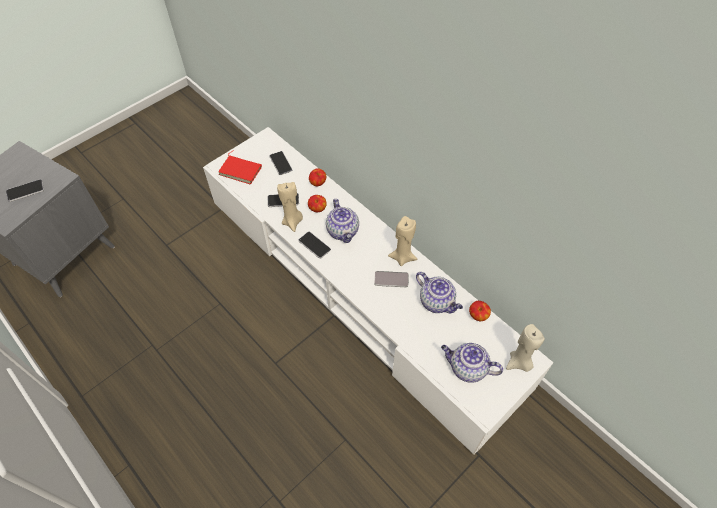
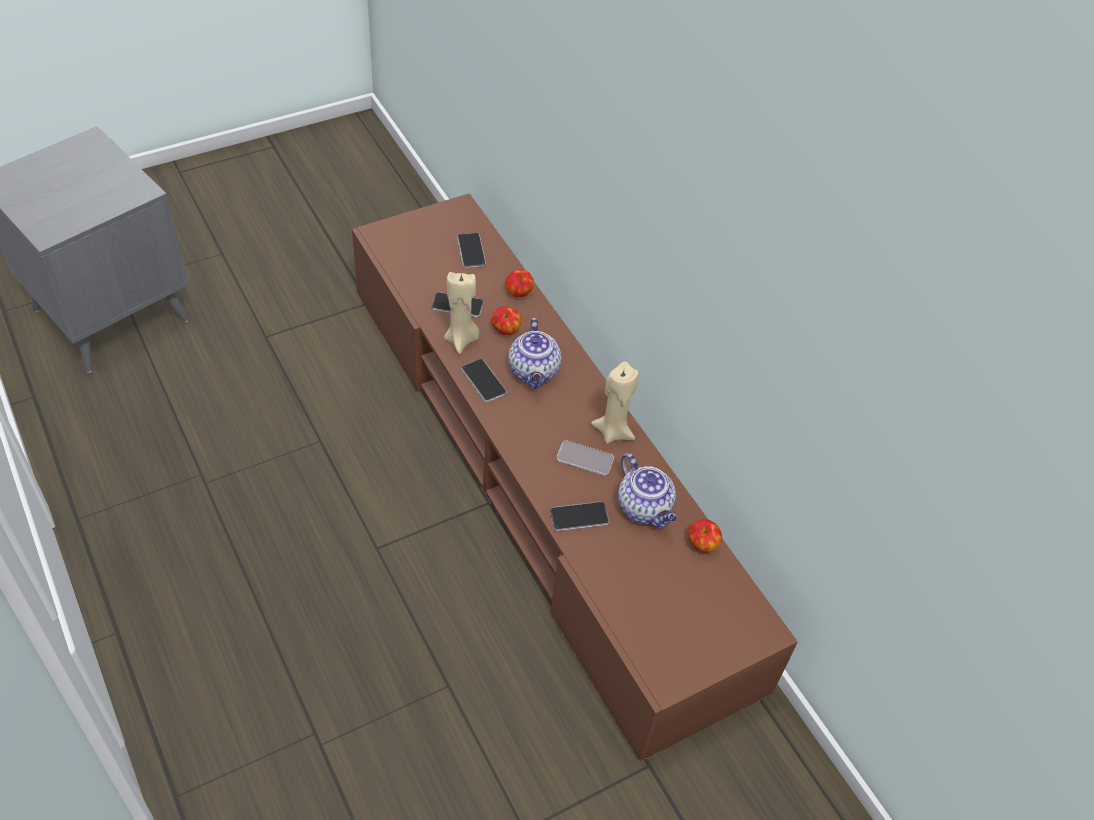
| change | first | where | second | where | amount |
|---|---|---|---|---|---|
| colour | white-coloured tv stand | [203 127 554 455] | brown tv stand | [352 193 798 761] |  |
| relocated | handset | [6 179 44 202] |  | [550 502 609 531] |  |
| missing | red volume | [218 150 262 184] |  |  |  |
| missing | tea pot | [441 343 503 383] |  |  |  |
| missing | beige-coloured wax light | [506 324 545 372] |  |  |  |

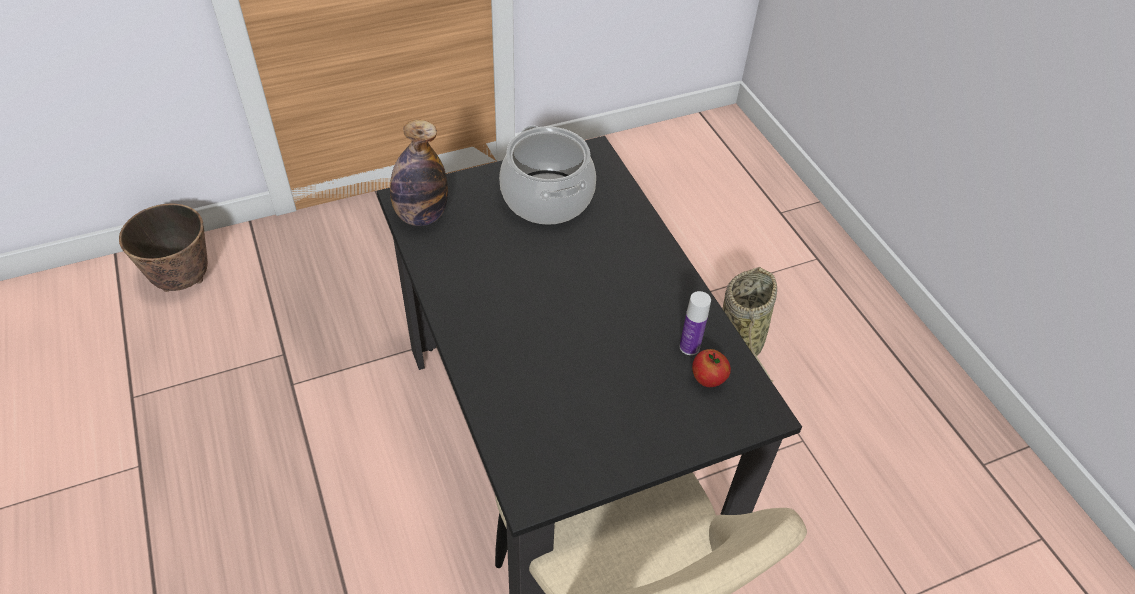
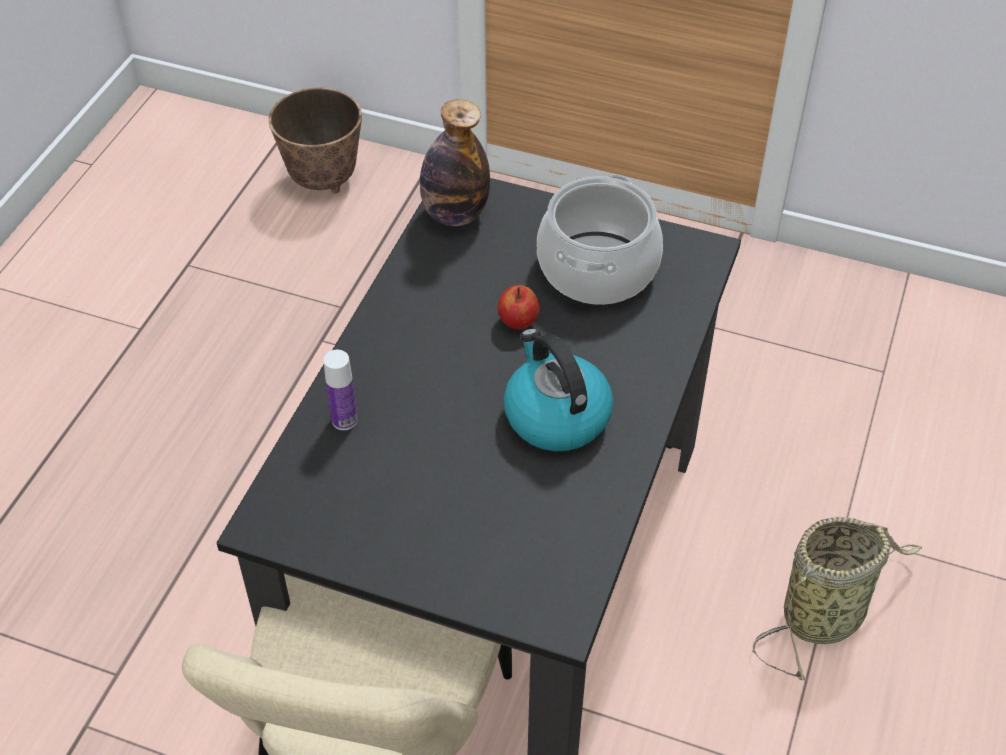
| change | first | where | second | where | amount |
|---|---|---|---|---|---|
| relocated | drink bottle | [680 291 711 355] |  | [323 350 357 430] |  |
| relocated | apple | [692 349 731 387] |  | [498 285 539 329] |  |
| appeared |  |  | tea kettle | [503 329 613 451] |  |

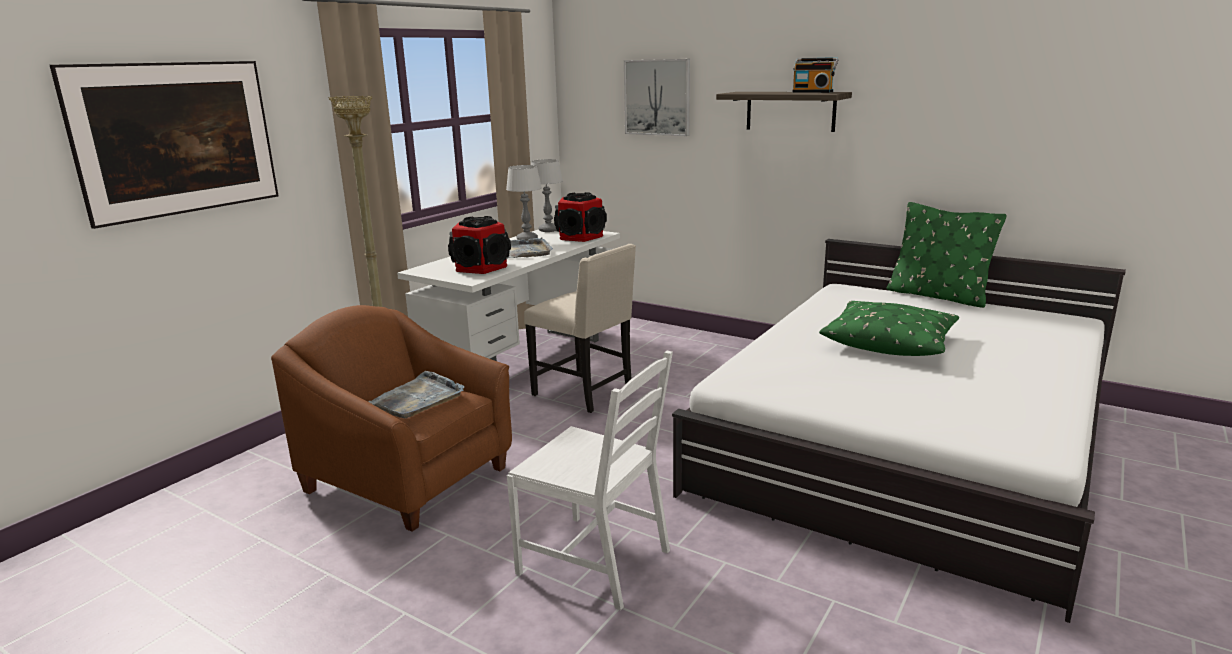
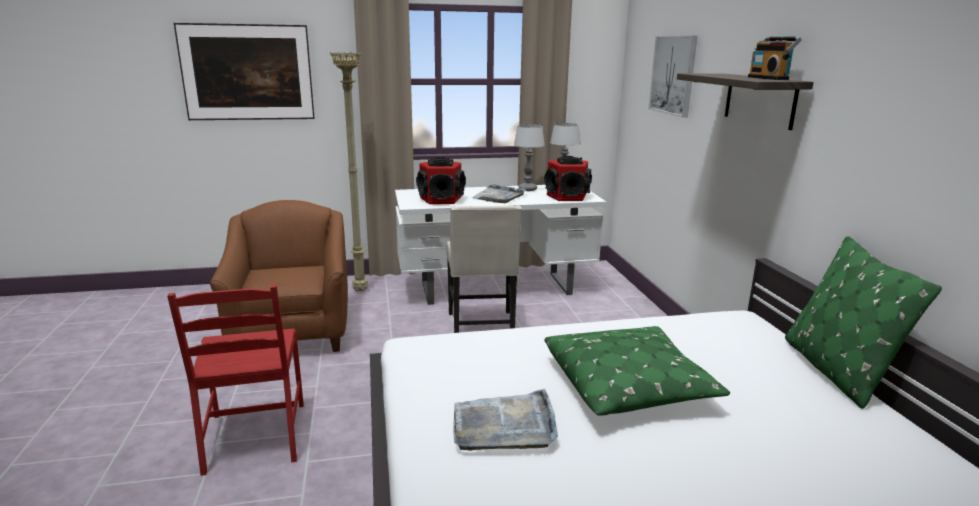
| change | first | where | second | where | amount |
|---|---|---|---|---|---|
| colour | white-coloured upright chair | [507 351 673 611] | red upright chair | [167 285 304 476] |  |
| relocated | gray serving tray | [368 371 464 418] |  | [453 389 558 451] |  |

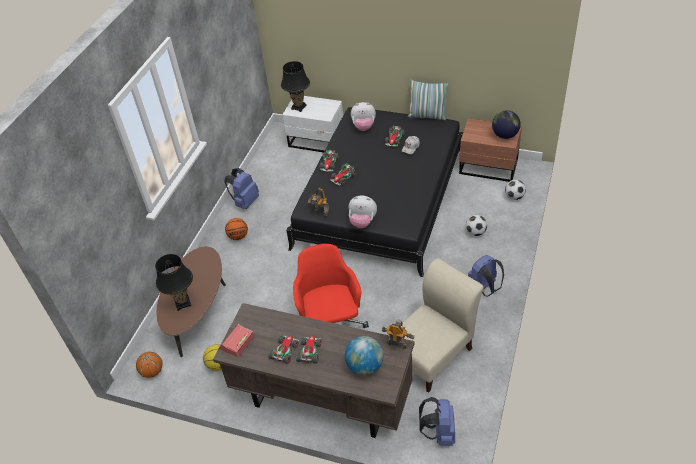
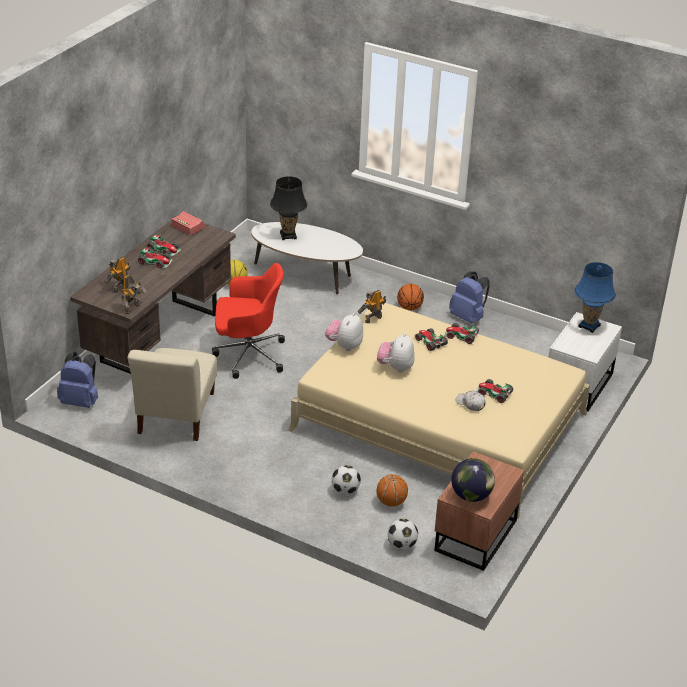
| change | first | where | second | where | amount |
|---|---|---|---|---|---|
| exchanged | world globe | [345 336 383 375] | model robot | [104 257 130 293] |  |
| spun | beige-coloured upright chair | [389 258 484 393] |  | [127 348 217 441] | 45 degrees clockwise |
| colour | brown low table | [156 246 226 357] | white-coloured low table | [251 222 363 294] |  |
| colour | black-coloured bed | [286 107 463 277] | beige-coloured bed | [288 303 590 519] |  |
| relocated | cuddly toy | [351 102 376 131] |  | [377 333 415 373] |  |
| relocated | ball for basketball | [136 352 162 378] |  | [377 475 408 507] |  |
| colour | black-coloured table lamp | [281 61 310 112] | bluish table lamp | [574 262 616 333] |  |
| missing | pillow | [407 80 448 120] |  |  |  |
| missing | bluish rucksack | [468 255 504 297] |  |  |  |

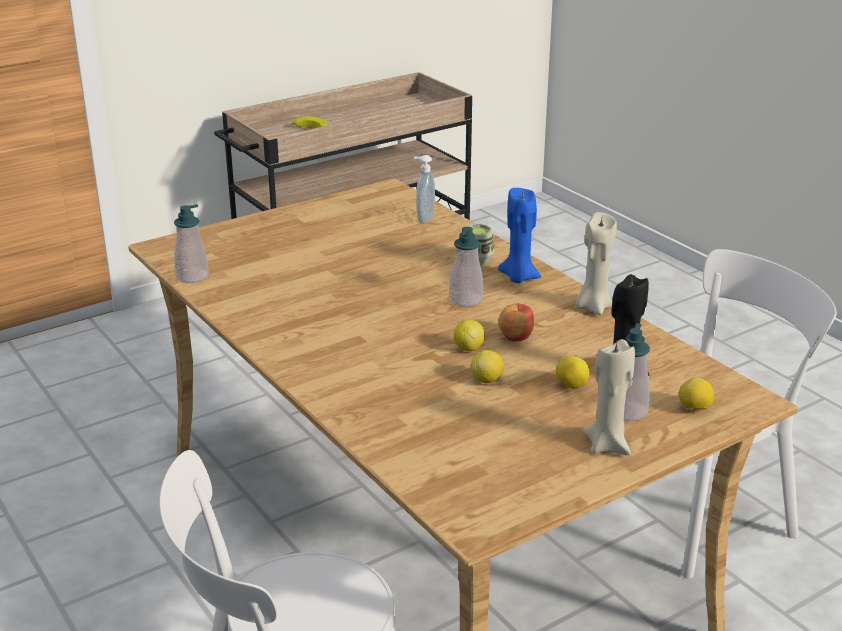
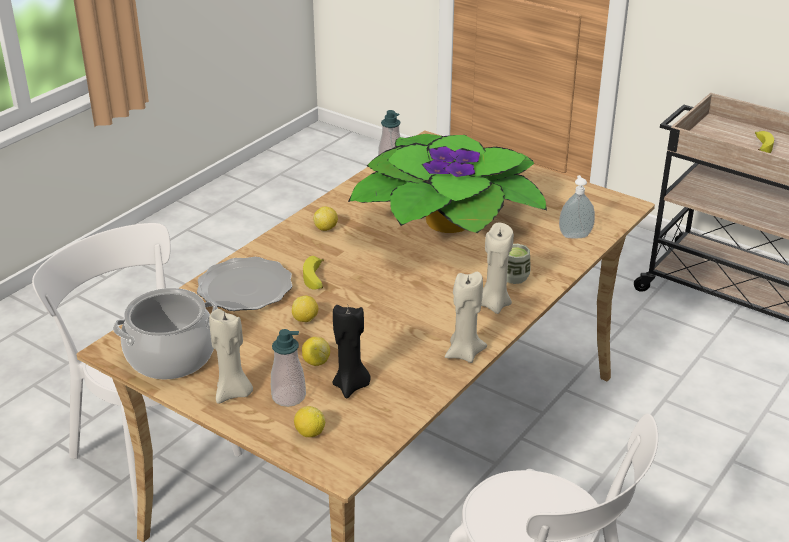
| change | first | where | second | where | amount |
|---|---|---|---|---|---|
| appeared |  |  | saucepot | [113 288 218 380] |  |
| appeared |  |  | dinner plate | [197 257 292 311] |  |
| appeared |  |  | banana fruit | [303 256 324 290] |  |
| relocated | lemon | [454 319 485 351] |  | [314 207 338 231] |  |
| appeared |  |  | houseplant | [348 134 547 233] |  |
| colour | bluish wax light | [498 188 541 283] | beige-coloured wax light | [481 223 514 314] |  |
| missing | soap bottle | [449 227 483 307] |  |  |  |
| missing | apple | [498 303 534 342] |  |  |  |

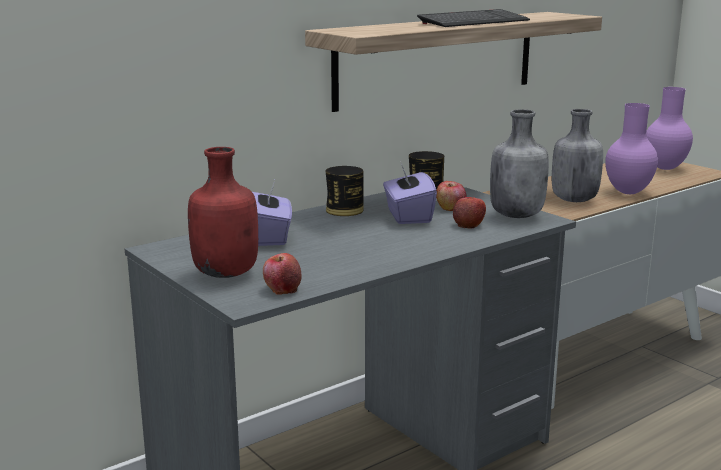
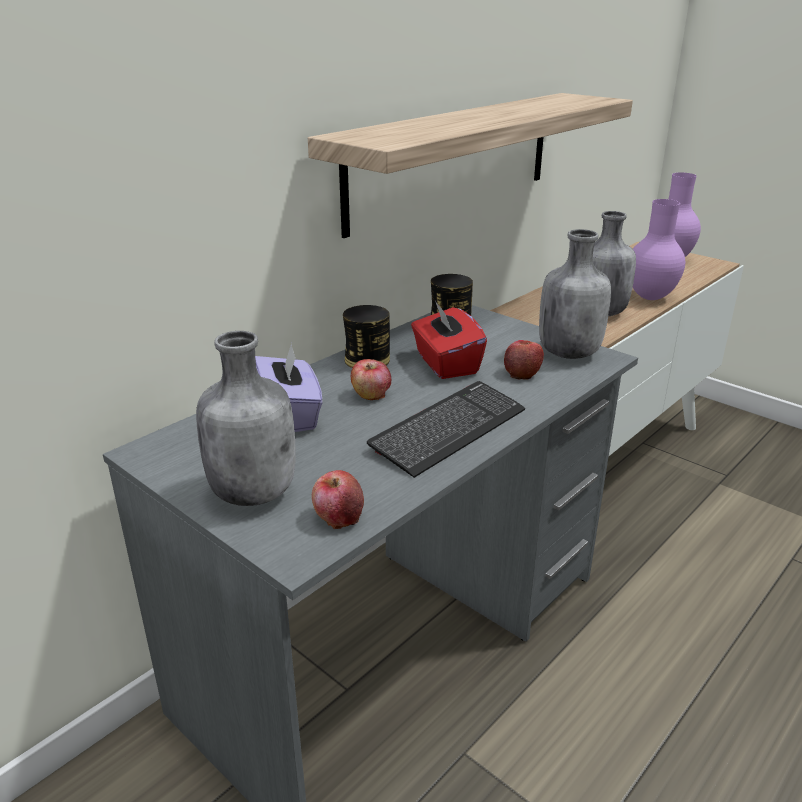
| change | first | where | second | where | amount |
|---|---|---|---|---|---|
| colour | red drink bottle | [188 147 258 278] | gray drink bottle | [196 331 296 506] |  |
| relocated | apple | [436 181 467 211] |  | [350 359 391 400] |  |
| relocated | PC keyboard | [417 9 530 27] |  | [367 381 525 478] |  |
| colour | purplish tissue holder | [383 164 437 224] | red tissue holder | [411 301 487 379] |  |

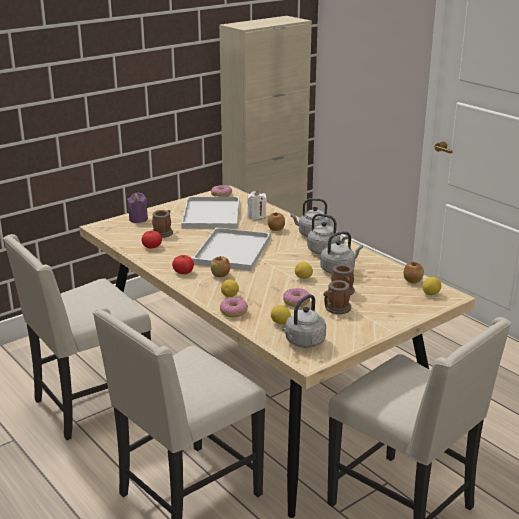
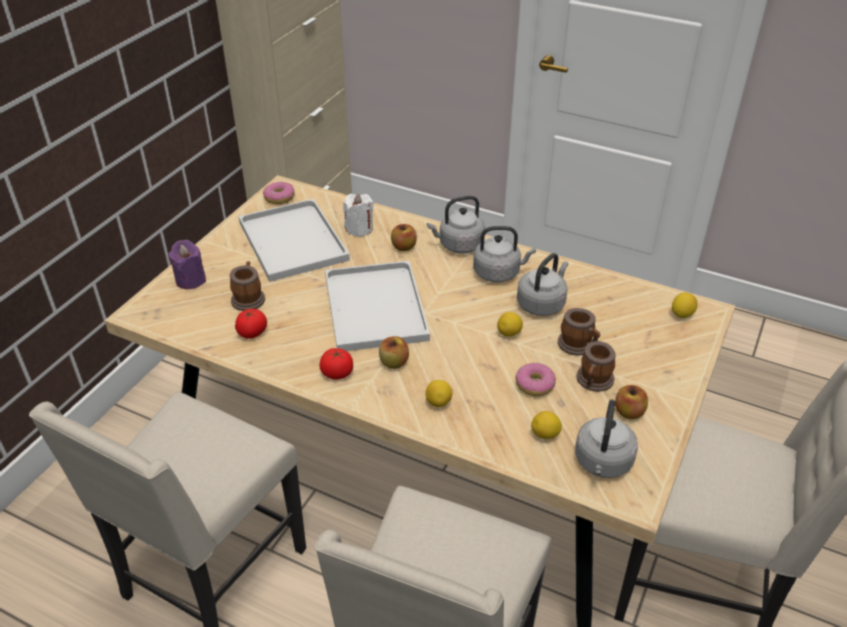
| change | first | where | second | where | amount |
|---|---|---|---|---|---|
| relocated | apple | [403 261 424 283] |  | [615 385 648 419] |  |
| missing | doughnut | [220 297 248 317] |  |  |  |

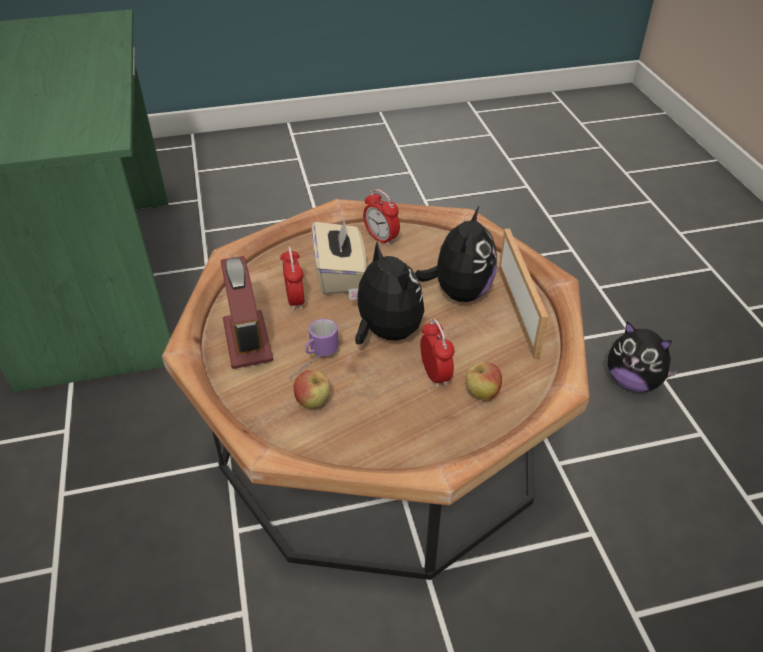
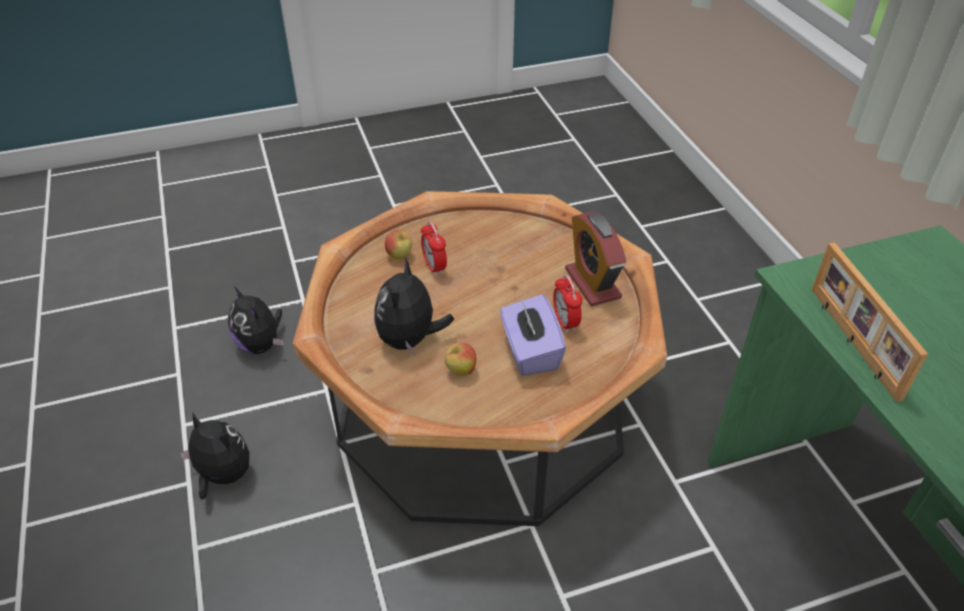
| change | first | where | second | where | amount |
|---|---|---|---|---|---|
| relocated | cuddly toy | [348 241 424 344] |  | [228 286 284 354] |  |
| relocated | apple | [293 369 330 409] |  | [445 343 476 376] |  |
| colour | beige-coloured tissue holder | [311 219 366 295] | purplish tissue holder | [500 294 566 376] |  |
| relocated | standing frame | [499 229 548 359] |  | [812 242 928 402] |  |
| missing | coffee mug | [290 319 338 379] |  |  |  |
| missing | alarm clock | [363 189 400 246] |  |  |  |

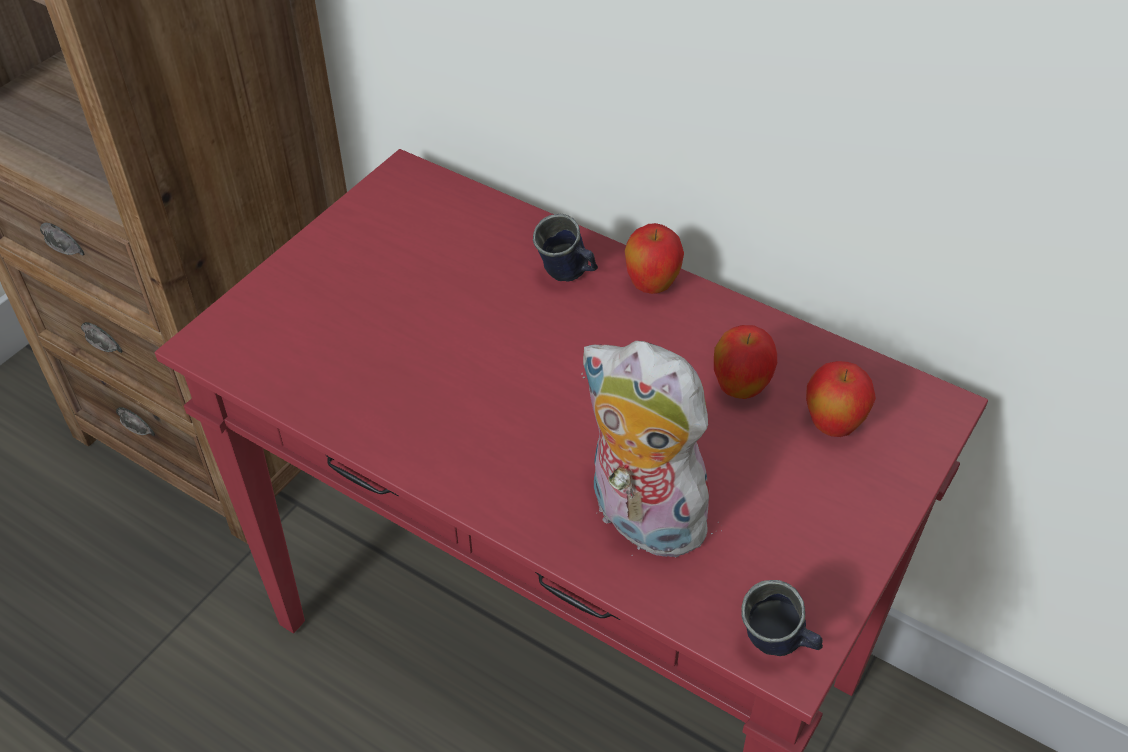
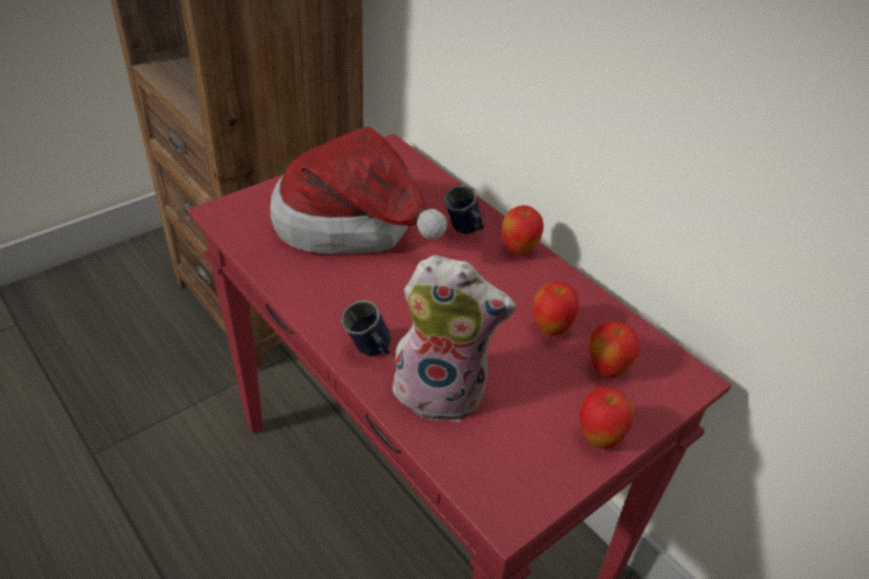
| change | first | where | second | where | amount |
|---|---|---|---|---|---|
| appeared |  |  | clothing hat | [270 127 447 254] |  |
| relocated | bluish coffee mug | [741 580 823 656] |  | [341 300 391 356] |  |
| spun | cuddly toy | [581 341 722 558] |  | [389 255 516 422] | 135 degrees clockwise |
| appeared |  |  | apple | [579 387 634 449] |  |

